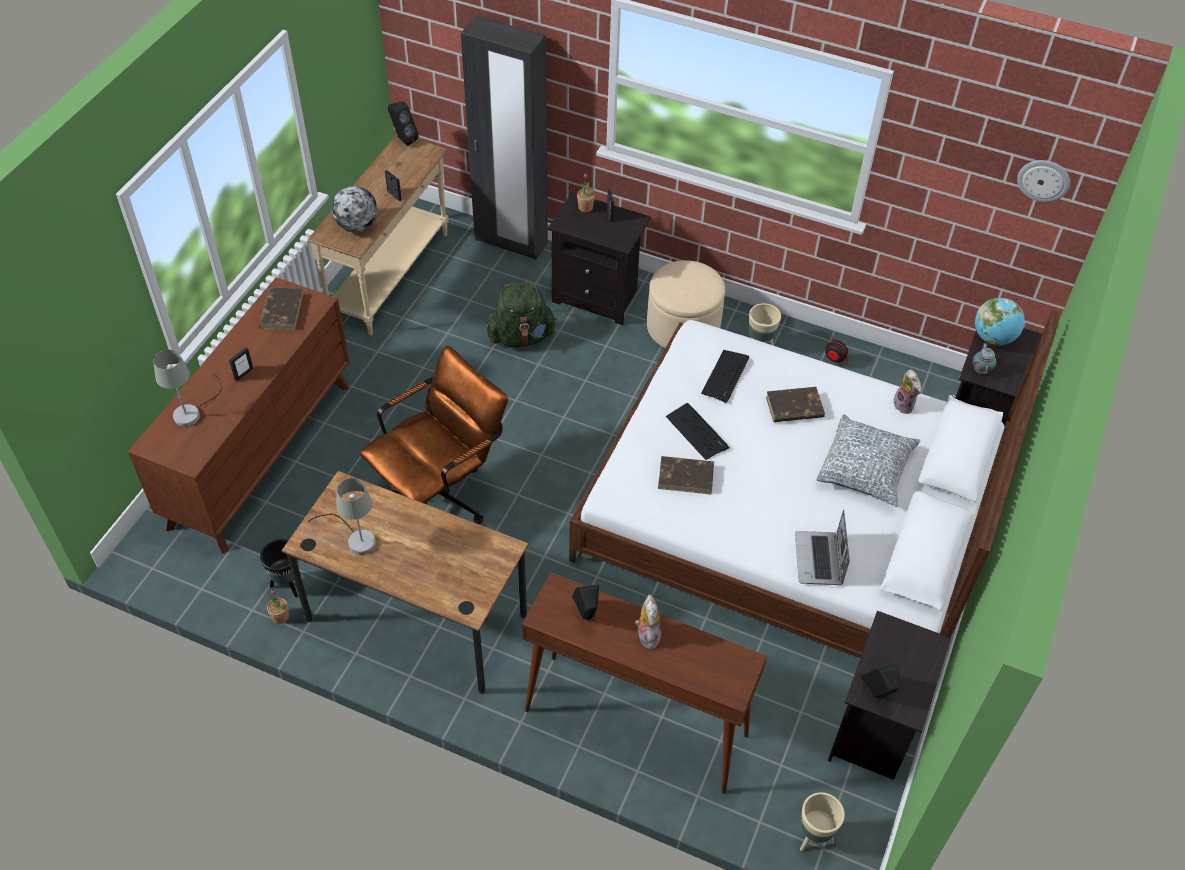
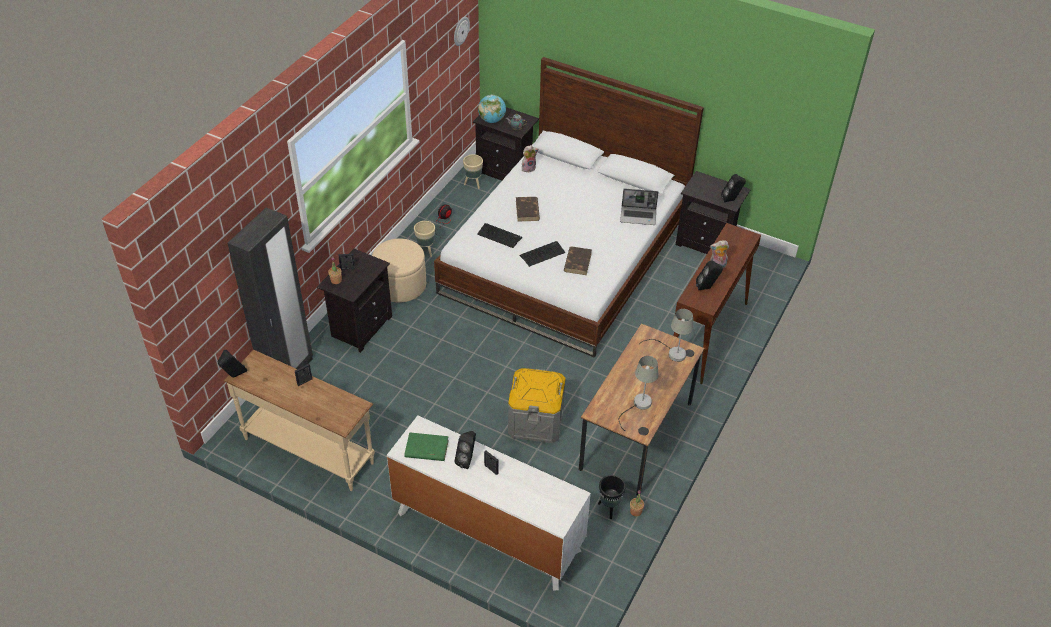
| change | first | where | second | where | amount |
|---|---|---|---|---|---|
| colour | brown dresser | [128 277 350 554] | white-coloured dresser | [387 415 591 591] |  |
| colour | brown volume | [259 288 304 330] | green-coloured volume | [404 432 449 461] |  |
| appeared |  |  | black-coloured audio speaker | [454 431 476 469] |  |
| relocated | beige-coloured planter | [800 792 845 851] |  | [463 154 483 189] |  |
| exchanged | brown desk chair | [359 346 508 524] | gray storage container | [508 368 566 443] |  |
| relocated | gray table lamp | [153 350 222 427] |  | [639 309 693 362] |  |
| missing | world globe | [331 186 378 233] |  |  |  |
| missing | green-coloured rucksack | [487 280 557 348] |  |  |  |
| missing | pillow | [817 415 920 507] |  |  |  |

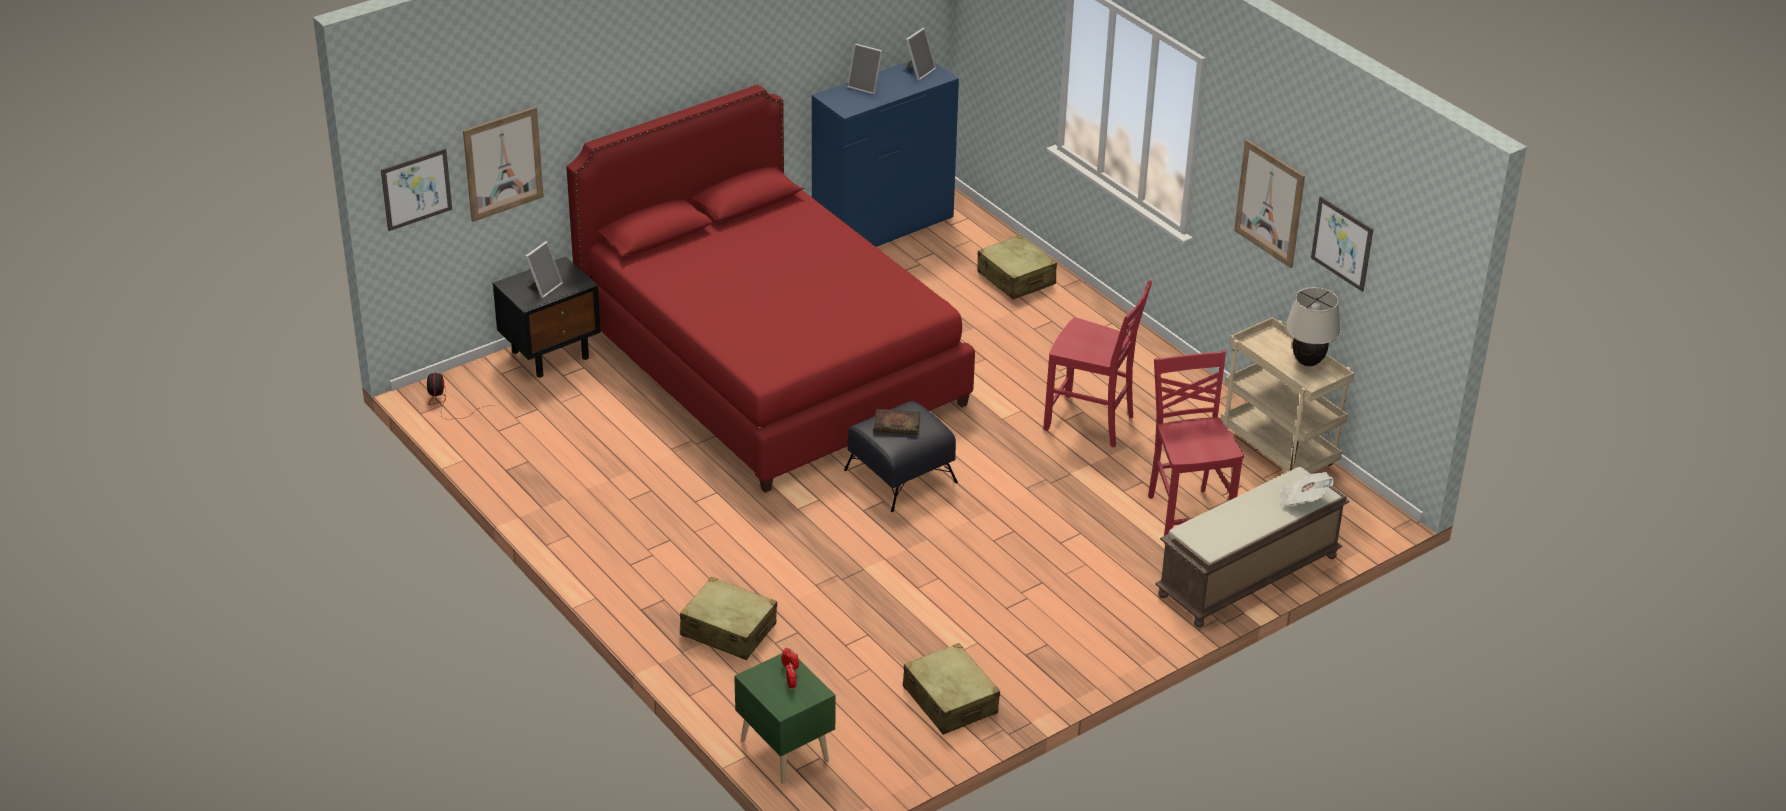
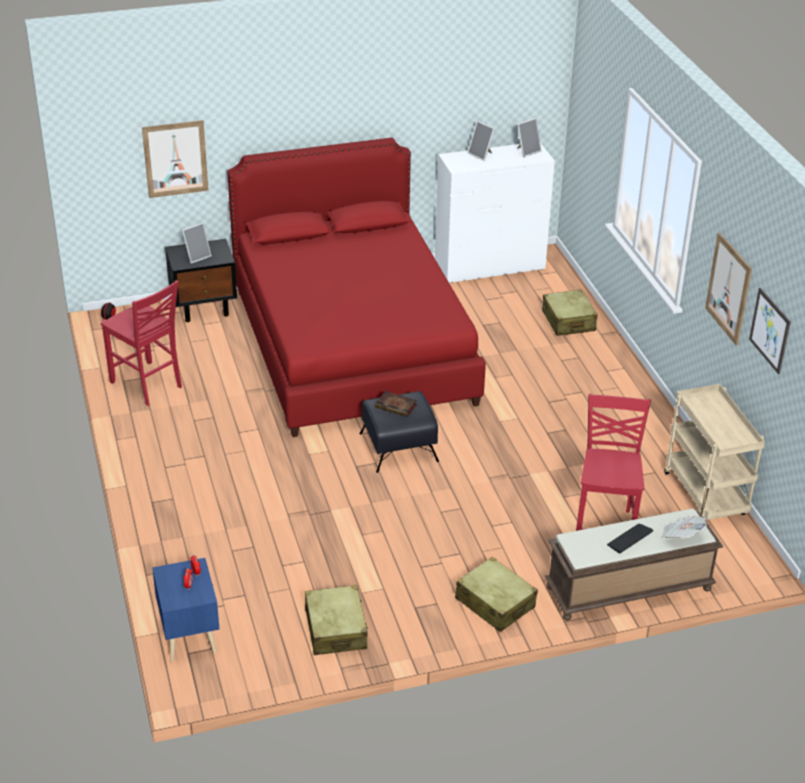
| change | first | where | second | where | amount |
|---|---|---|---|---|---|
| relocated | red upright chair | [1044 280 1152 448] |  | [101 280 182 406] |  |
| colour | green-coloured nightstand | [734 651 836 784] | bluish nightstand | [152 558 220 662] |  |
| colour | bluish dresser | [812 61 959 247] | white-coloured dresser | [435 143 555 283] |  |
| relocated | beige-coloured travel case | [680 577 777 660] |  | [455 557 538 632] |  |
| appeared |  |  | PC keyboard | [607 524 654 554] |  |
| missing | wall picture | [381 148 452 231] |  |  |  |
| missing | beige-coloured table lamp | [1285 287 1341 366] |  |  |  |

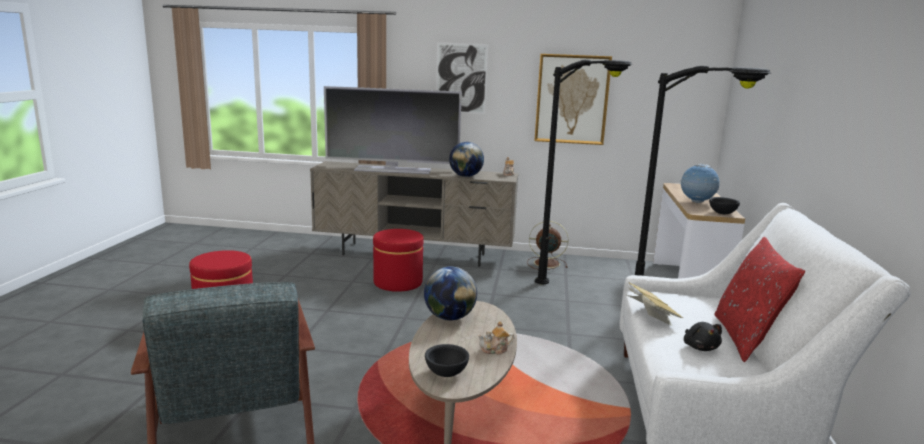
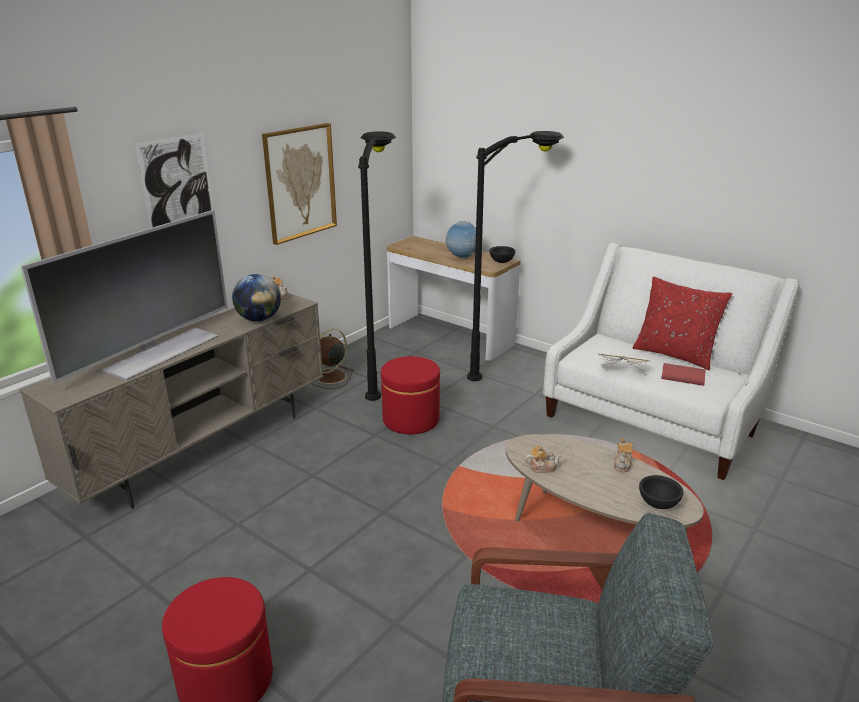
| change | first | where | second | where | amount |
|---|---|---|---|---|---|
| relocated | red footrest | [373 229 424 292] |  | [381 356 440 434] |  |
| exchanged | world globe | [424 266 477 320] | tea pot | [525 445 561 473] |  |
| exchanged | black-coloured cuddly toy | [684 322 722 351] | red volume | [661 363 706 386] |  |

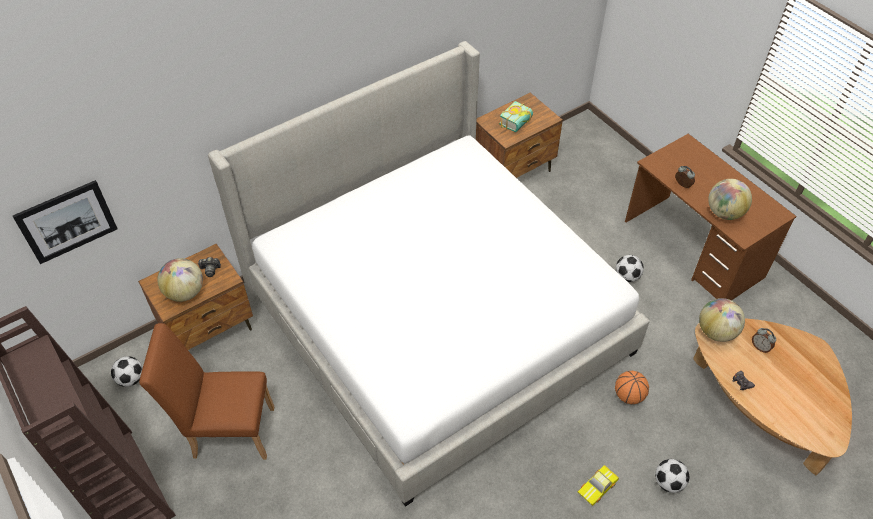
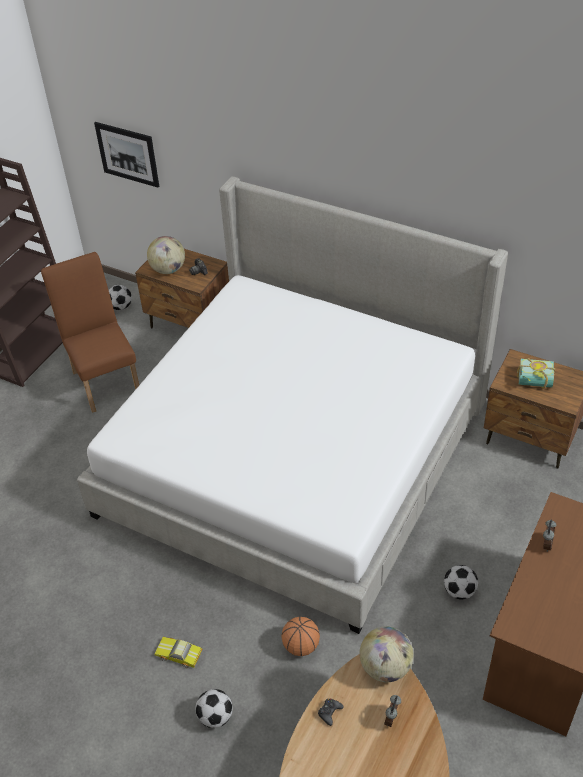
| change | first | where | second | where | amount |
|---|---|---|---|---|---|
| missing | world globe | [708 179 752 220] |  |  |  |

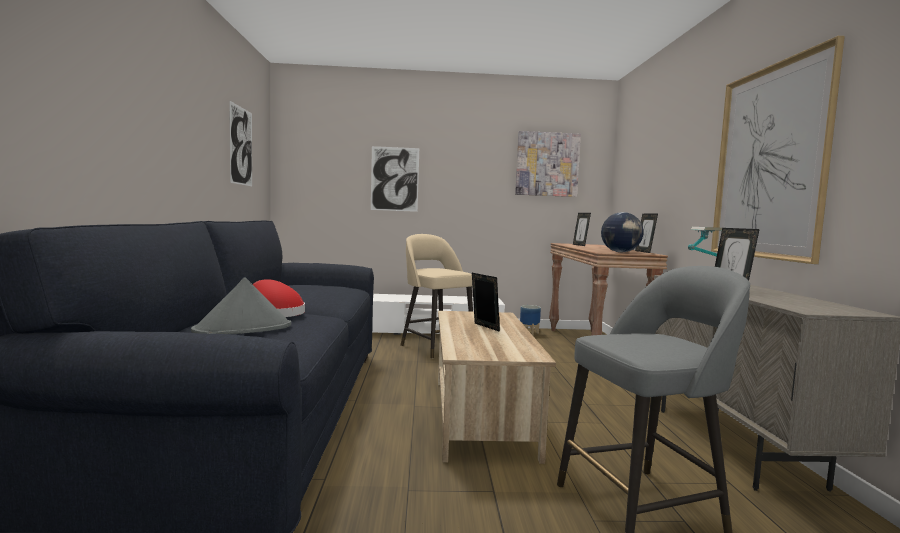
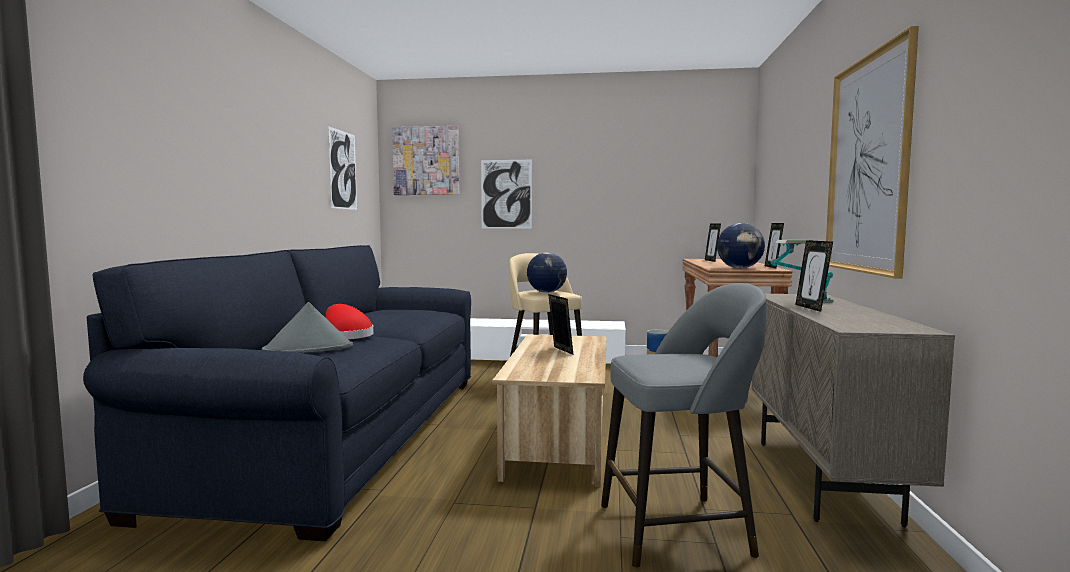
| change | first | where | second | where | amount |
|---|---|---|---|---|---|
| relocated | wall picture | [515 131 581 197] |  | [392 126 459 195] |  |
| appeared |  |  | world globe | [527 252 567 293] |  |

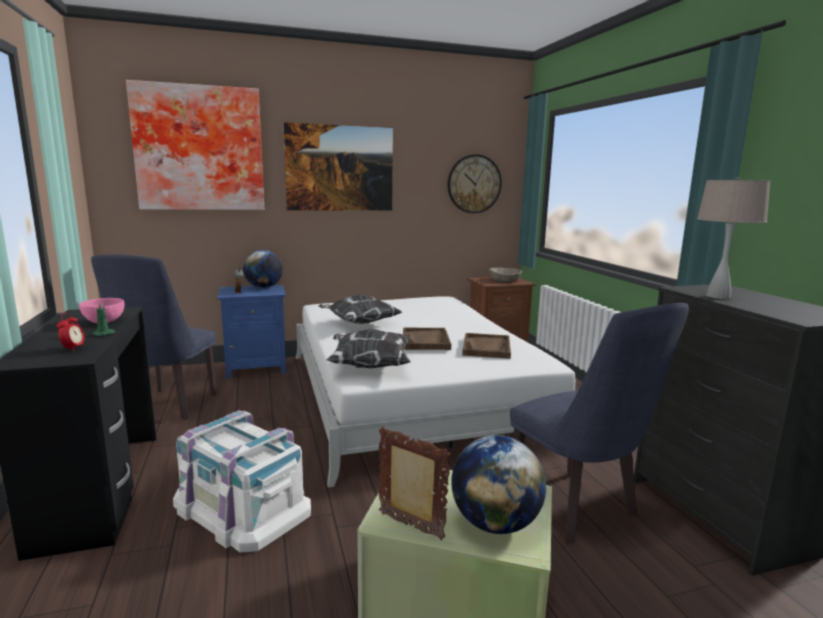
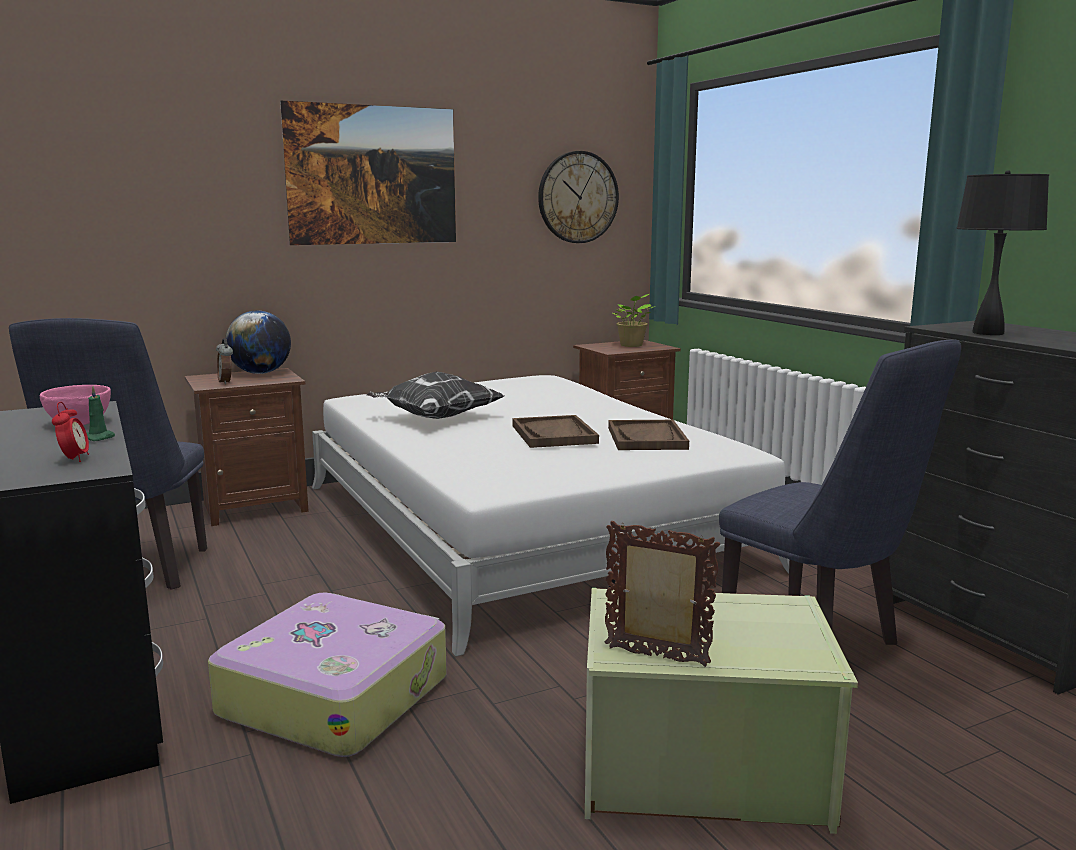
| change | first | where | second | where | amount |
|---|---|---|---|---|---|
| colour | bluish nightstand | [217 285 286 379] | brown nightstand | [185 368 309 526] |  |
| exchanged | white-coloured storage container | [173 410 311 553] | travel case | [208 592 447 757] |  |
| exchanged | beige-coloured serving bowl | [489 267 522 282] | houseplant | [613 294 656 347] |  |
| colour | beige-coloured table lamp | [697 177 771 299] | black-coloured table lamp | [956 170 1049 335] |  |
| missing | wall picture | [126 80 264 210] |  |  |  |
| missing | pillow | [327 329 411 368] |  |  |  |
| missing | world globe | [451 435 546 534] |  |  |  |

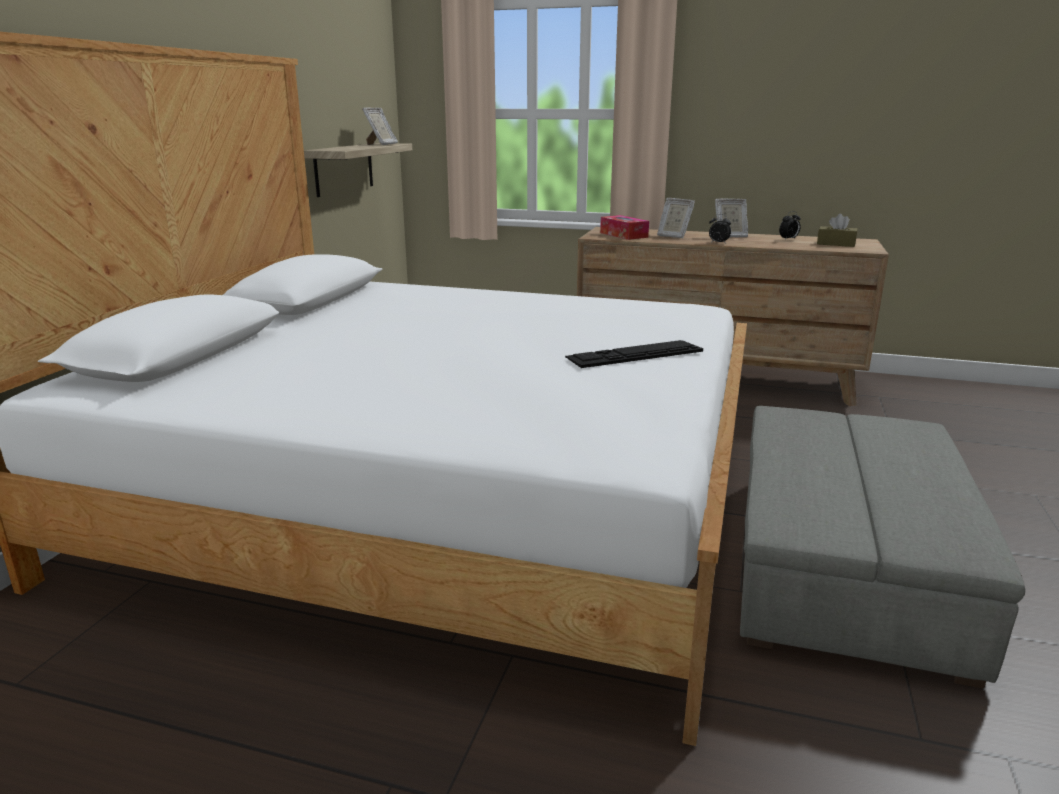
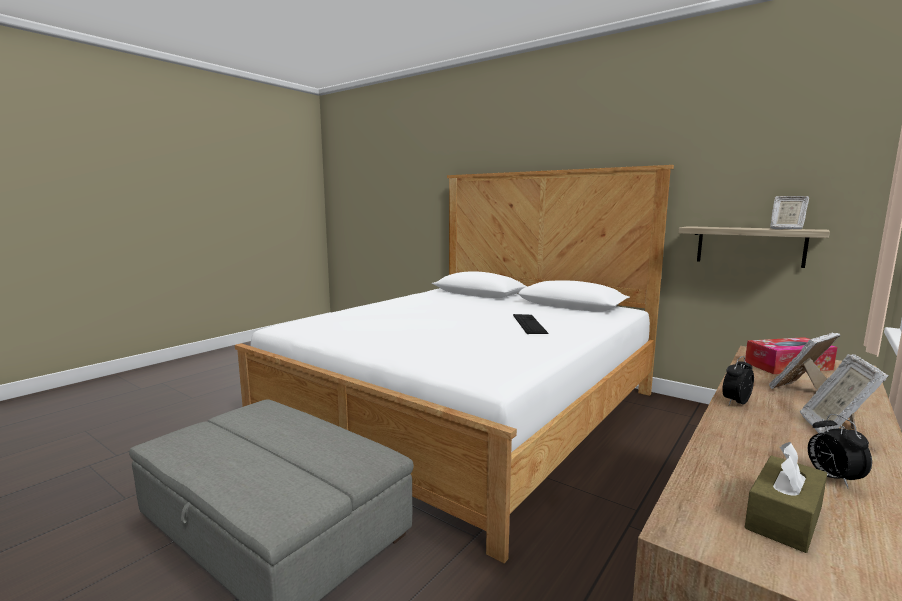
| change | first | where | second | where | amount |
|---|---|---|---|---|---|
| relocated | PC keyboard | [565 340 703 368] |  | [513 314 549 334] |  |

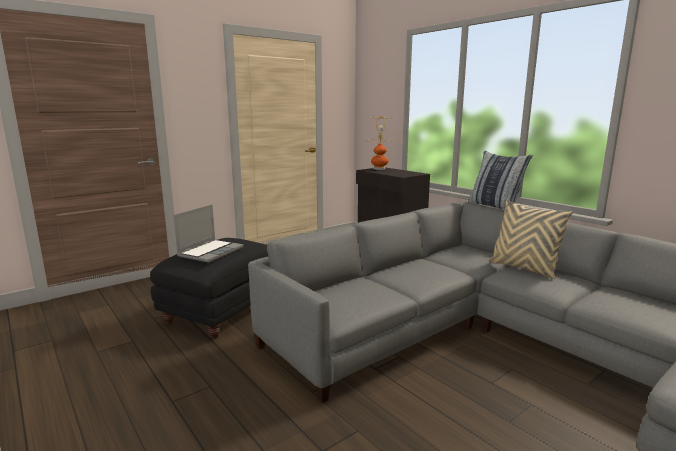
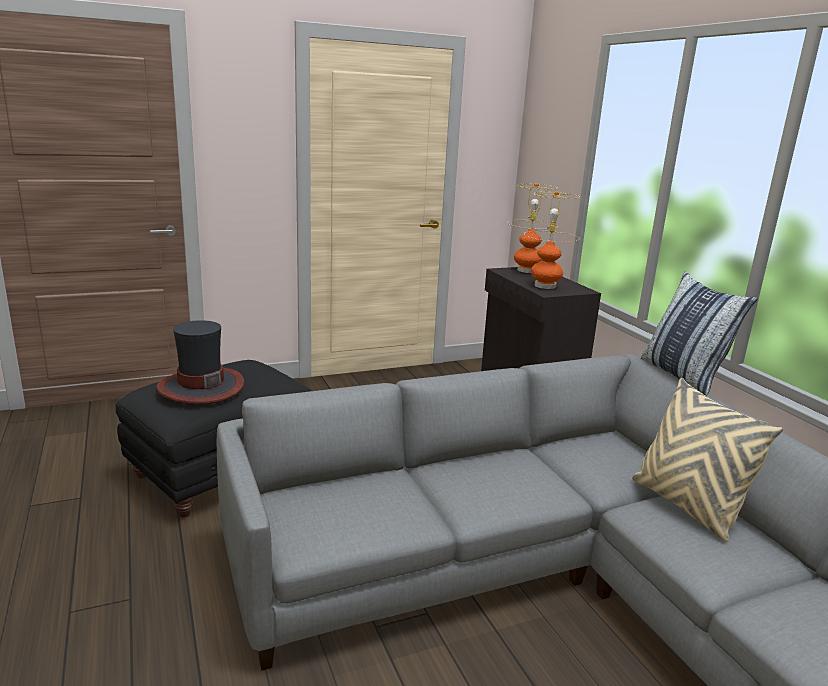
| change | first | where | second | where | amount |
|---|---|---|---|---|---|
| exchanged | portable computer | [173 205 244 263] | clothing hat | [156 320 245 405] |  |
| appeared |  |  | table lamp | [524 191 580 289] |  |

